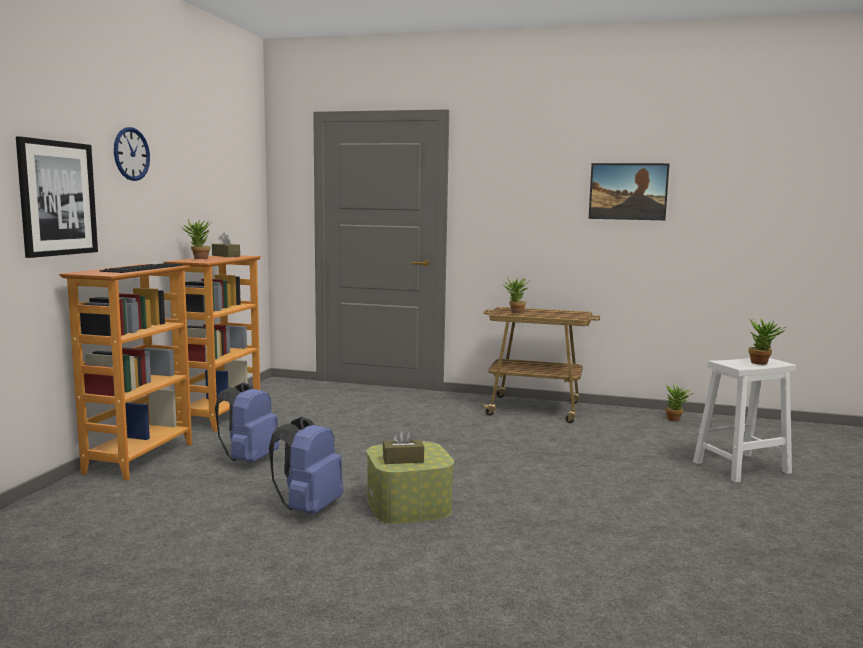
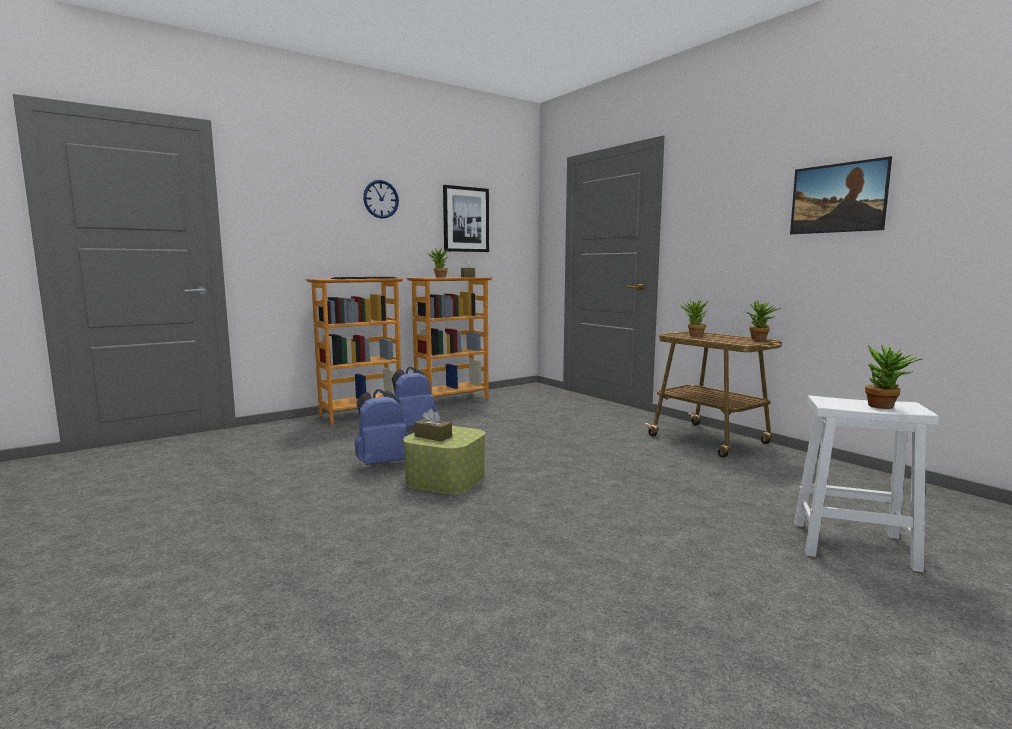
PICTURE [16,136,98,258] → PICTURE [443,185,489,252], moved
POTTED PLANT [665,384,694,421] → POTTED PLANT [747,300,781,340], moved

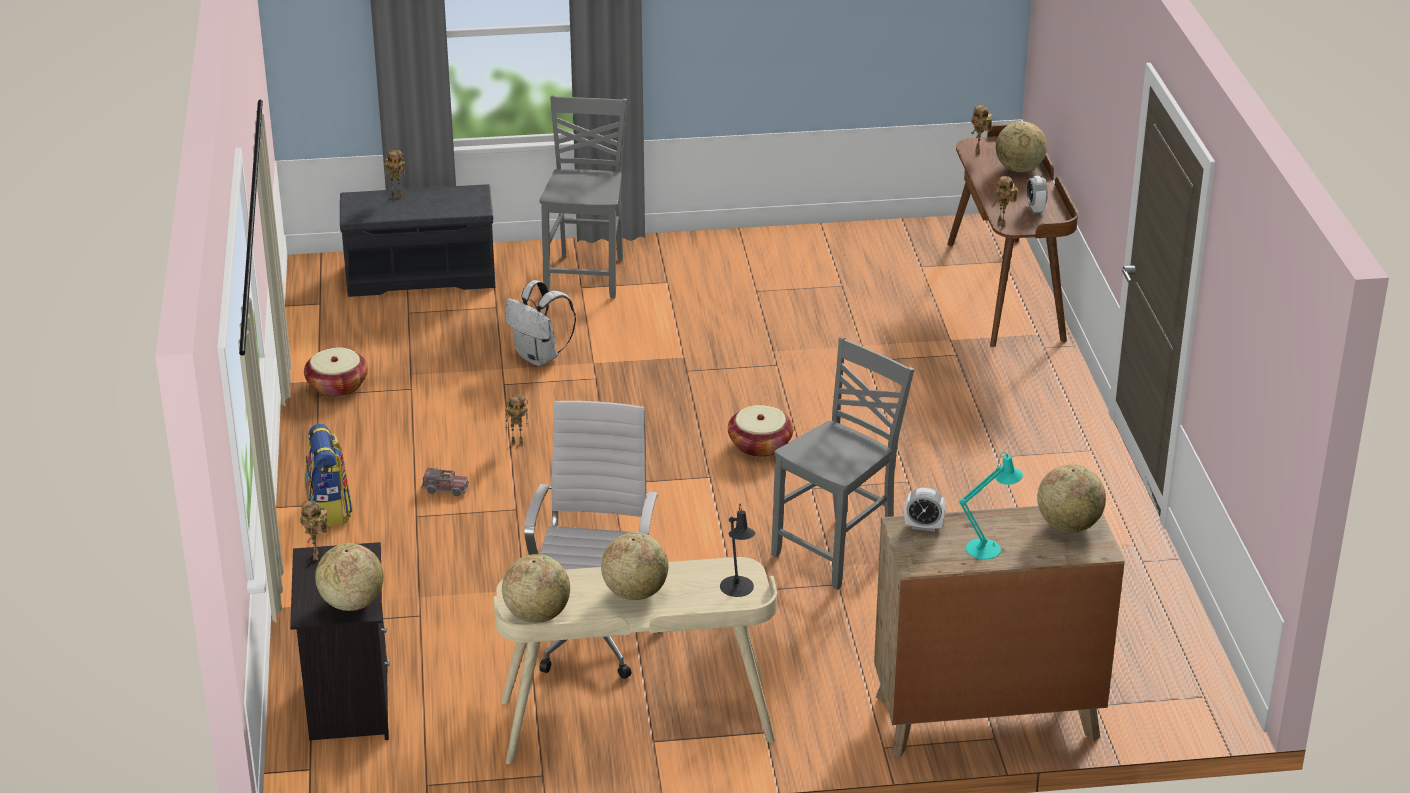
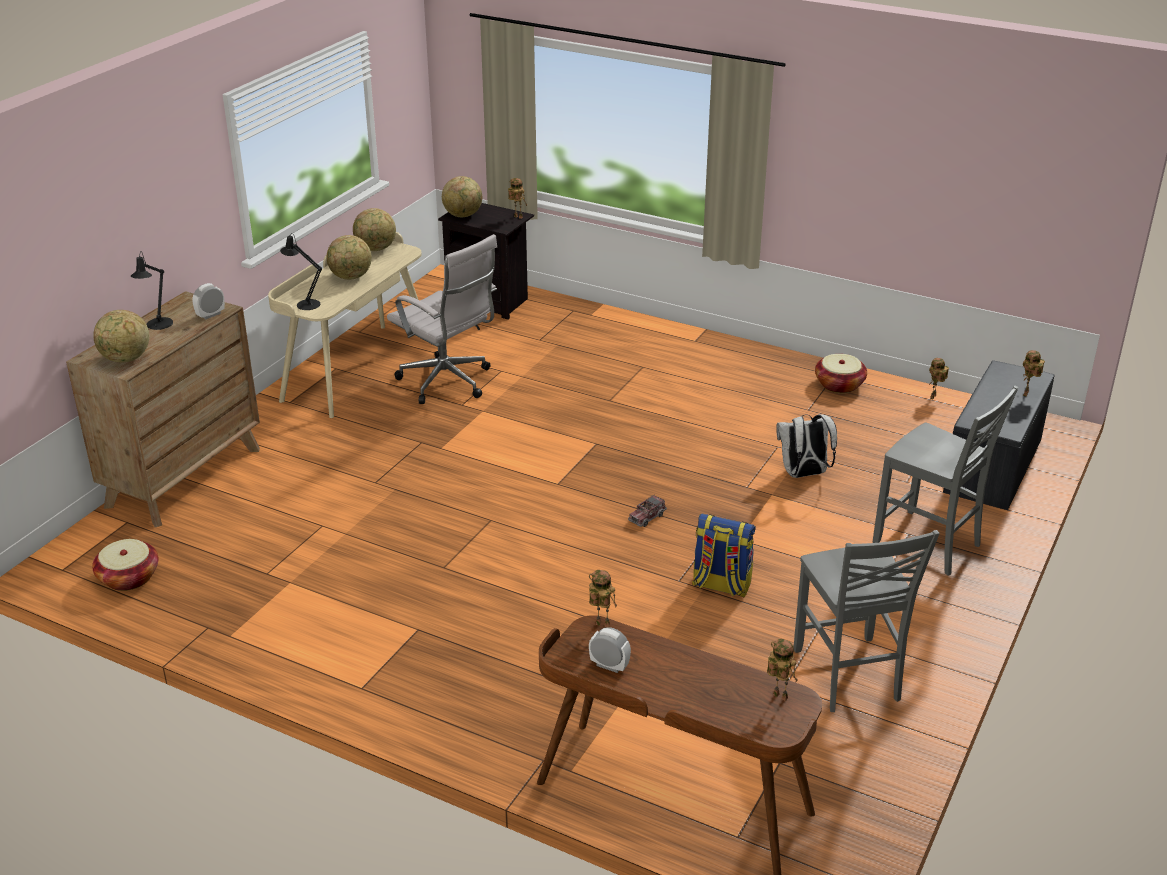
HOUSEHOLD BASKET [728,405,794,457] → HOUSEHOLD BASKET [92,539,158,591], moved
TURQUOISE TABLETOP LAMP [959,452,1023,560] → BLACK-COLOURED TABLETOP LAMP [131,251,173,330]
TOY TRUCK [421,468,469,496] → TOY TRUCK [628,495,667,527], moved
BACKPACK [304,424,353,527] → BACKPACK [692,514,756,598], moved
GRAY PLAIN CHAIR [771,337,914,590] → GRAY PLAIN CHAIR [794,530,940,712], moved
TOY ROBOT [505,395,528,445] → TOY ROBOT [929,358,949,399], moved
GLOBE [996,121,1047,172] → -

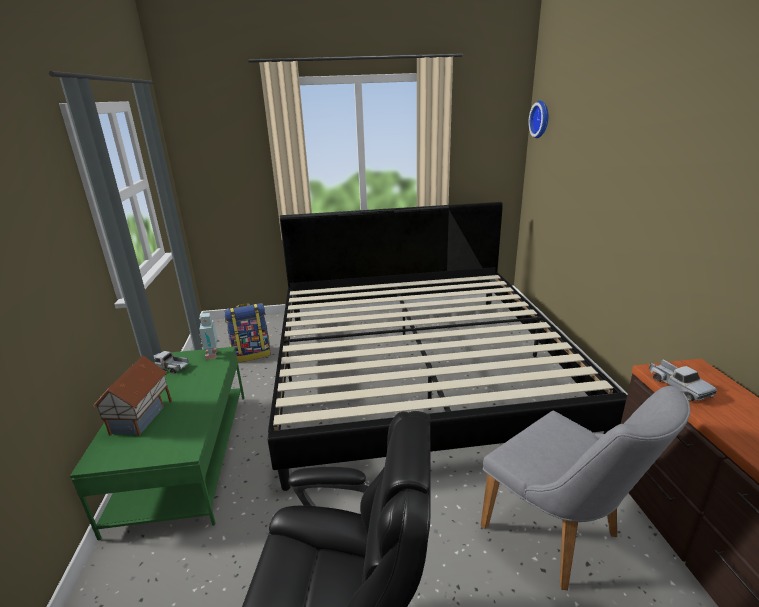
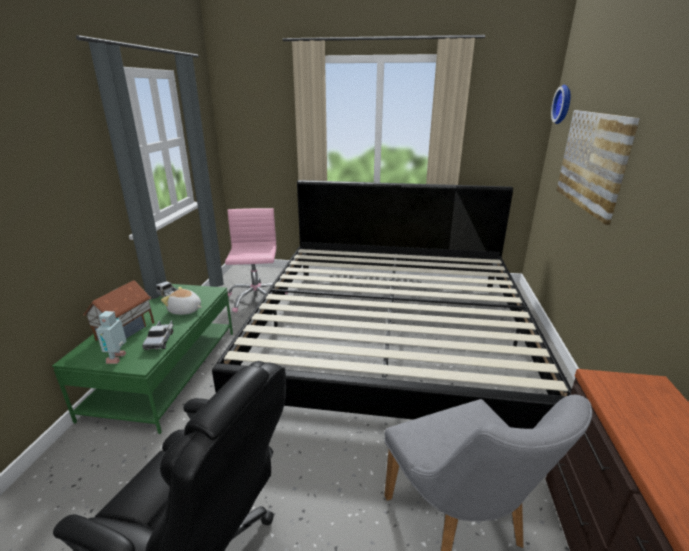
TOY ROBOT [199,313,219,360] → TOY ROBOT [96,311,126,364], moved
TOY TRUCK [649,359,717,401] → TOY TRUCK [142,320,174,350], moved
- → SOFT TOY [161,287,202,315]
BACKPACK [224,303,271,363] → PINK-COLOURED DESK CHAIR [225,208,288,313]
- → PICTURE [557,110,640,225]

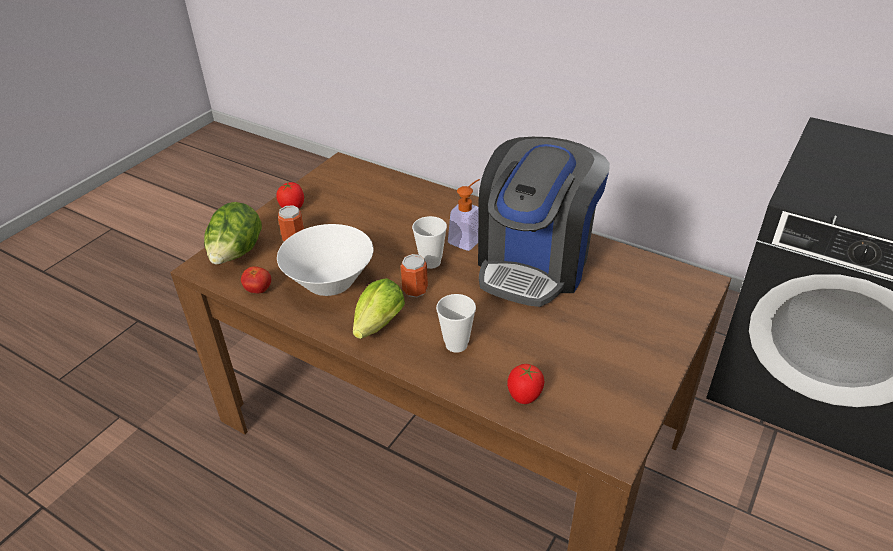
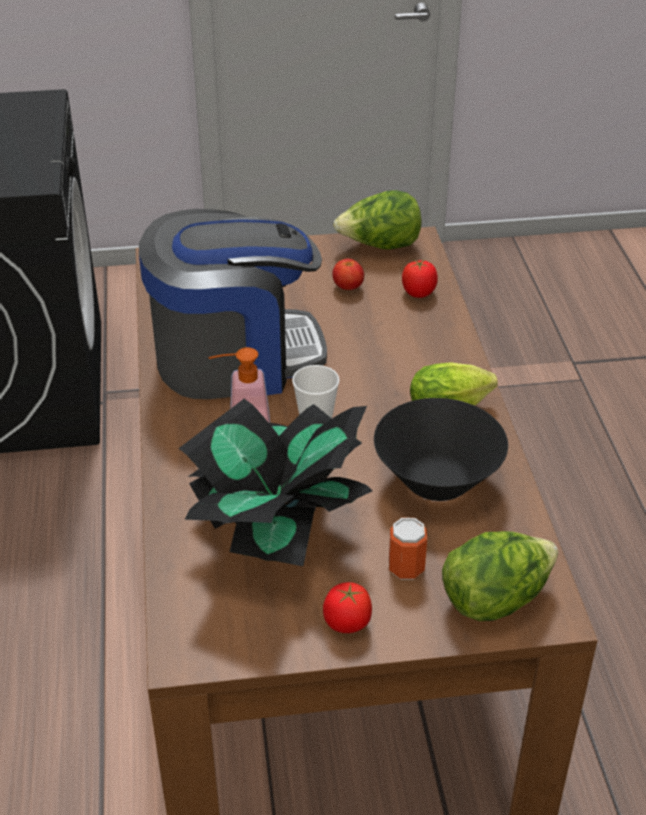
- → POTTED PLANT [179,399,373,566]
- → HEAD OF LETTUCE [333,190,421,249]
FRESH TOMATO [241,266,271,294] → FRESH TOMATO [333,259,364,290], moved
WHITISH DEEP DISH [277,224,373,296] → BLACK-COLOURED DEEP DISH [374,398,508,501]
METAL CAN [401,254,428,297] → -
DRINKING CUP [436,294,476,353] → -

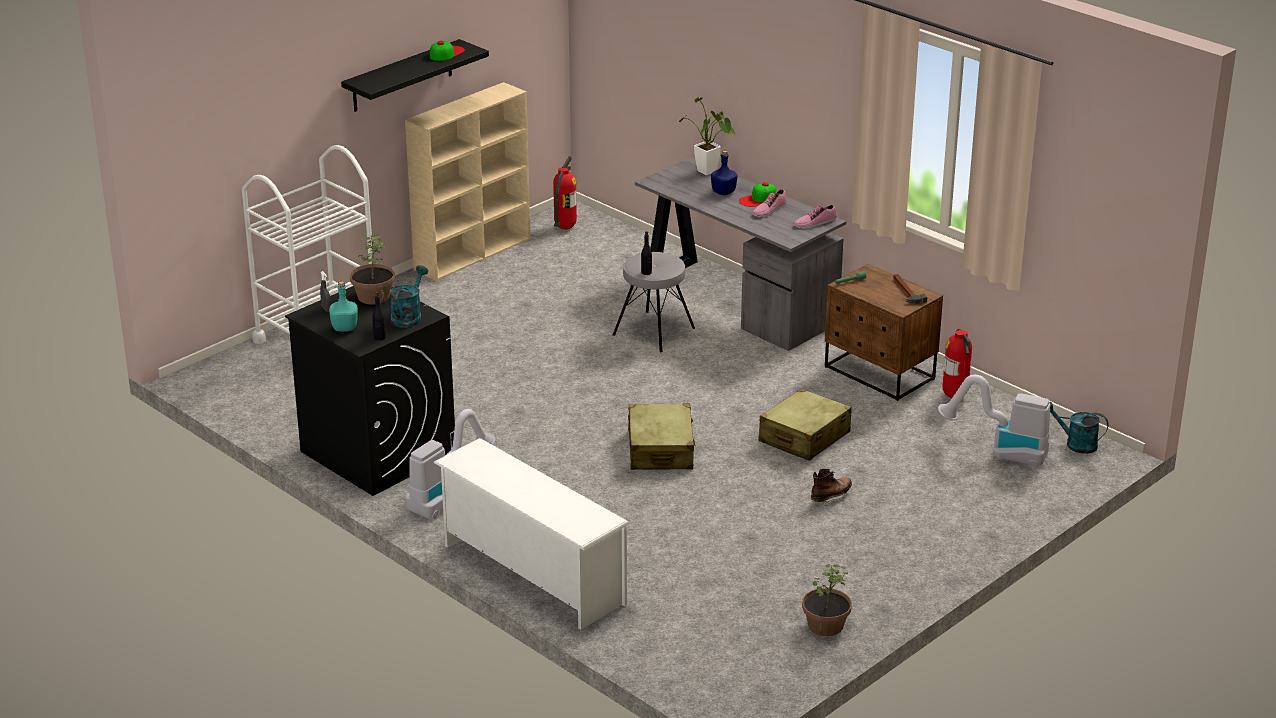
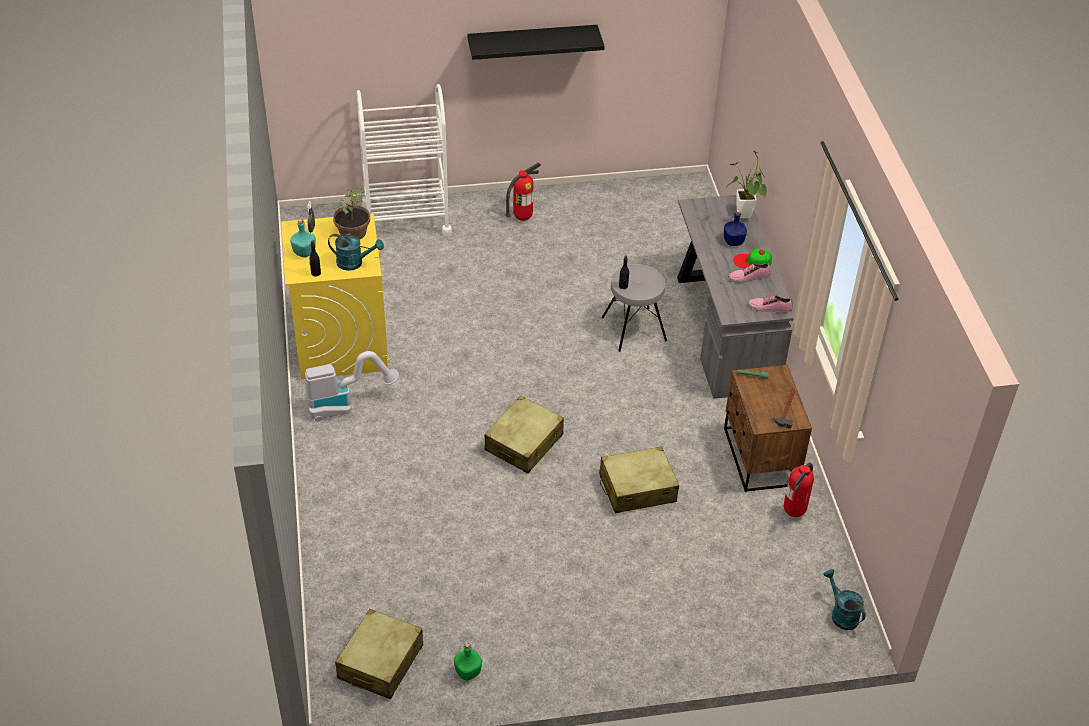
BLACK-COLOURED LAUNDRY MACHINE [285,286,455,496] → YELLOW-COLOURED LAUNDRY MACHINE [281,214,389,379]
TURQUOISE SPRINKLING CAN [390,265,428,328] → TURQUOISE SPRINKLING CAN [328,234,384,271], 45 degrees clockwise
- → BEIGE PIECE OF LUGGAGE [335,609,423,699]
POTTED PLANT [802,564,852,636] → GREEN-COLOURED BOTTLE [454,643,482,681]
EXTINGUISHER [553,156,577,229] → EXTINGUISHER [505,162,541,221], moved
BEIGE BOOKSHELF [405,82,531,281] → -
PEAKED CAP [430,41,465,61] → -
WHITISH SHOE SHELF [433,438,630,630] → -
BROWNISH BOOT [811,469,852,506] → -
HOOVER [938,375,1050,469] → -

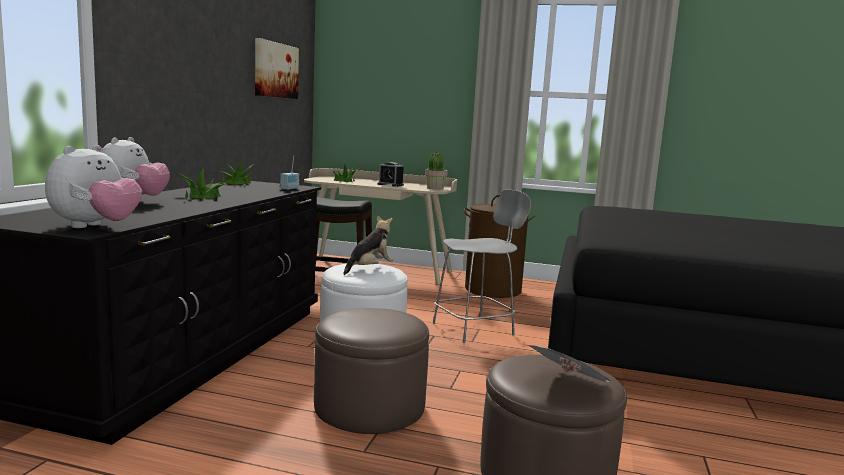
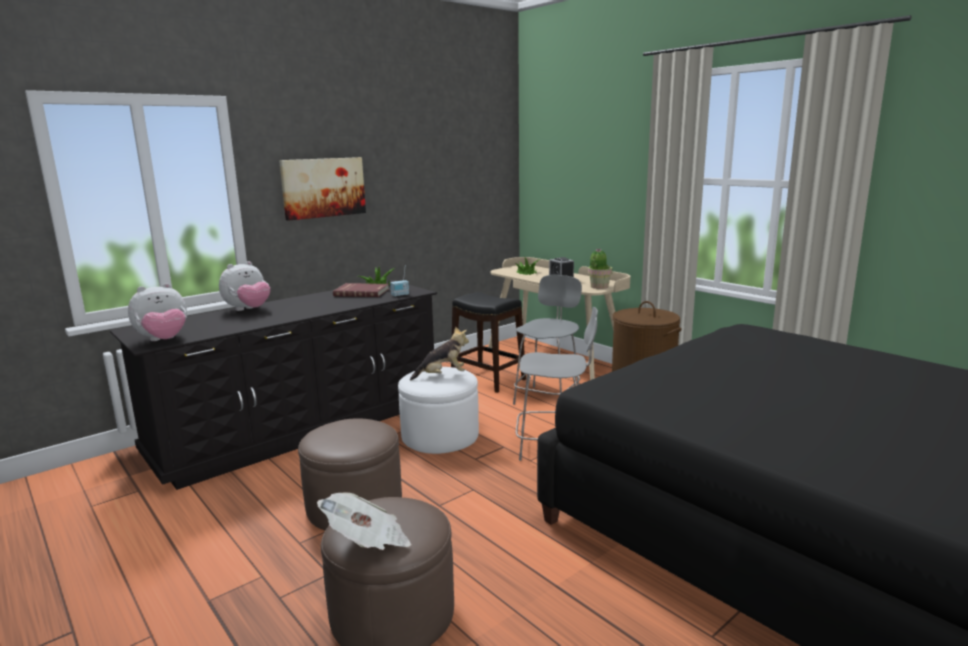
PICTURE [255,38,299,99] → PICTURE [279,157,366,221], moved
- → RED-COLOURED VOLUME [333,283,389,297]
- → GRAY PLAIN CHAIR [513,275,582,405]
POTTED PLANT [178,169,225,199] → -

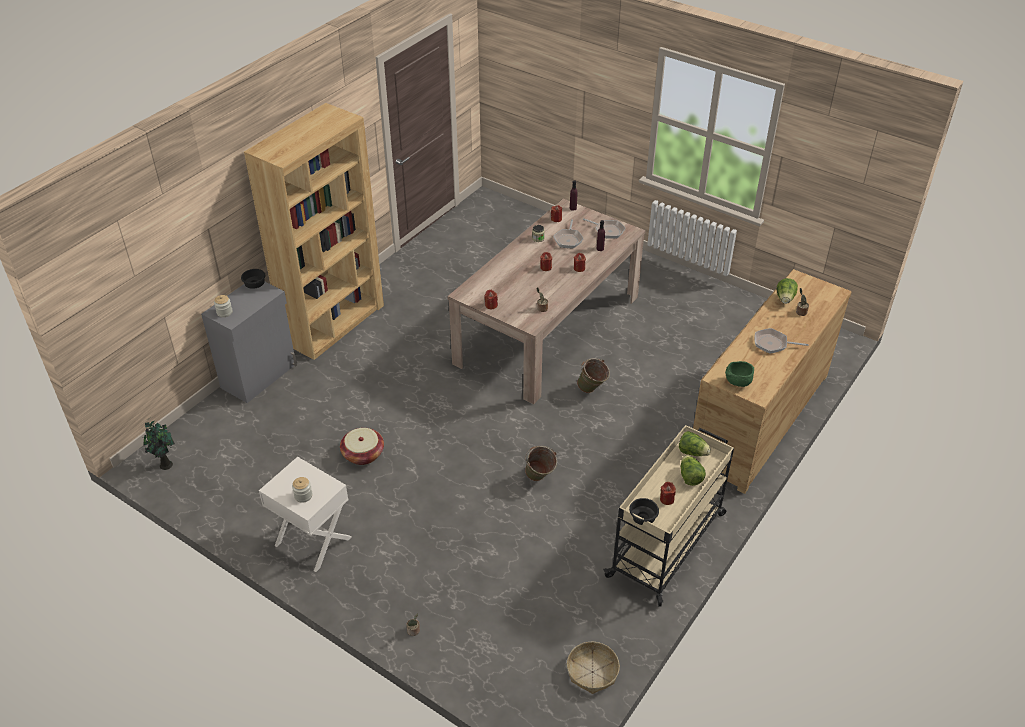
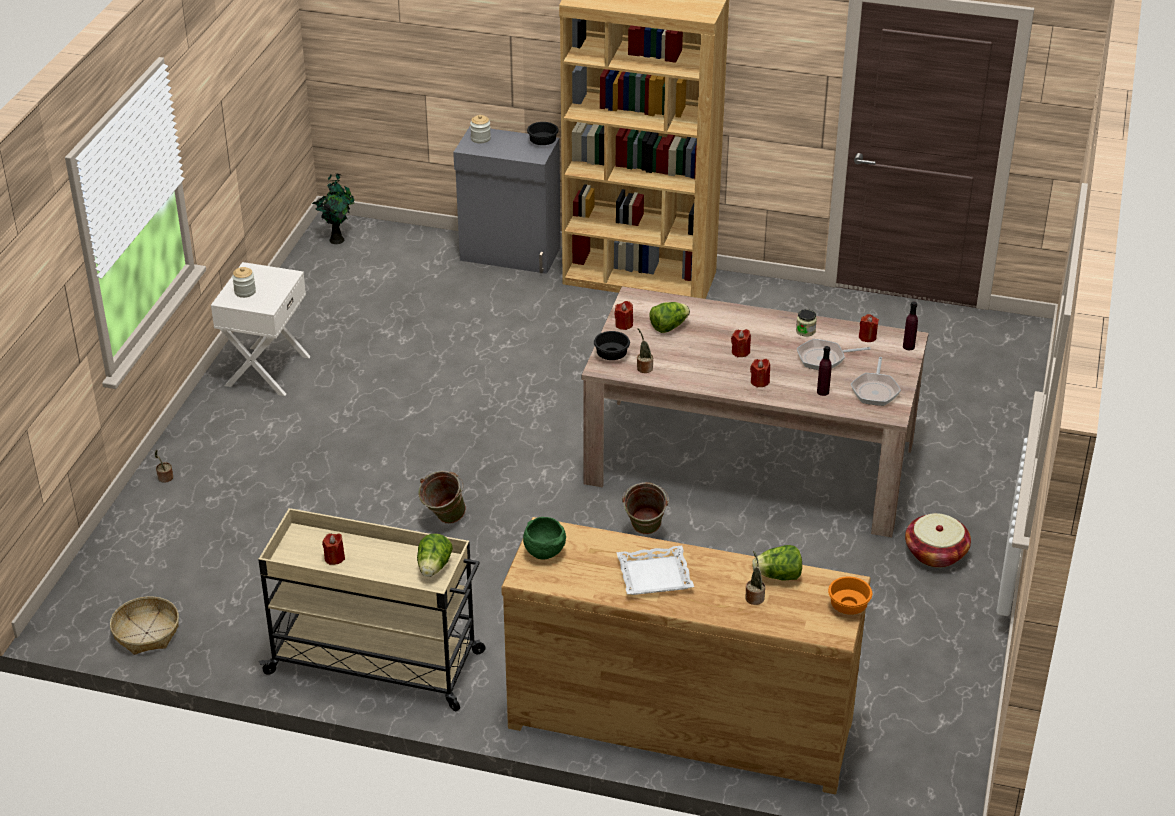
BLACK-COLOURED DEEP DISH [629,498,659,525] → BLACK-COLOURED DEEP DISH [594,331,630,360], moved
SKILLET [755,328,809,354] → WHITISH TRAY [616,546,694,595]
HEAD OF LETTUCE [681,455,706,486] → HEAD OF LETTUCE [649,302,690,333], moved
- → ORANGE-COLOURED DEEP DISH [828,576,872,615]
HOUSEHOLD BASKET [340,428,384,465] → HOUSEHOLD BASKET [905,513,971,568], moved

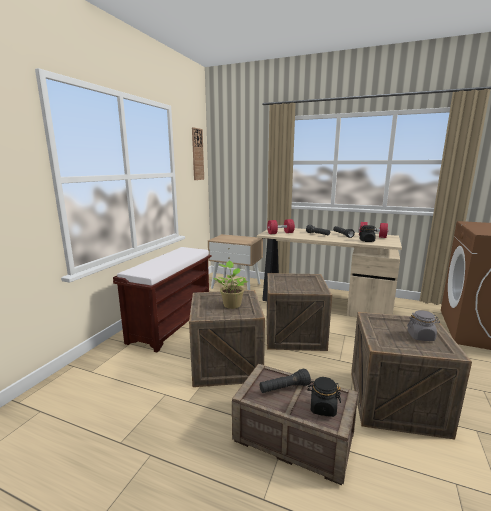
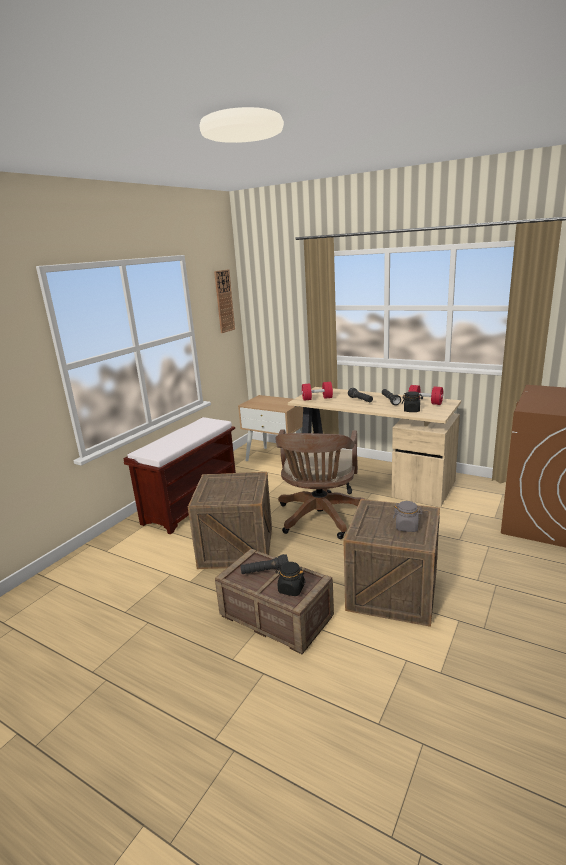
SHIPPING CRATE [267,273,332,351] → BROWNISH DESK CHAIR [276,429,365,539]
POTTED PLANT [213,261,248,309] → -

